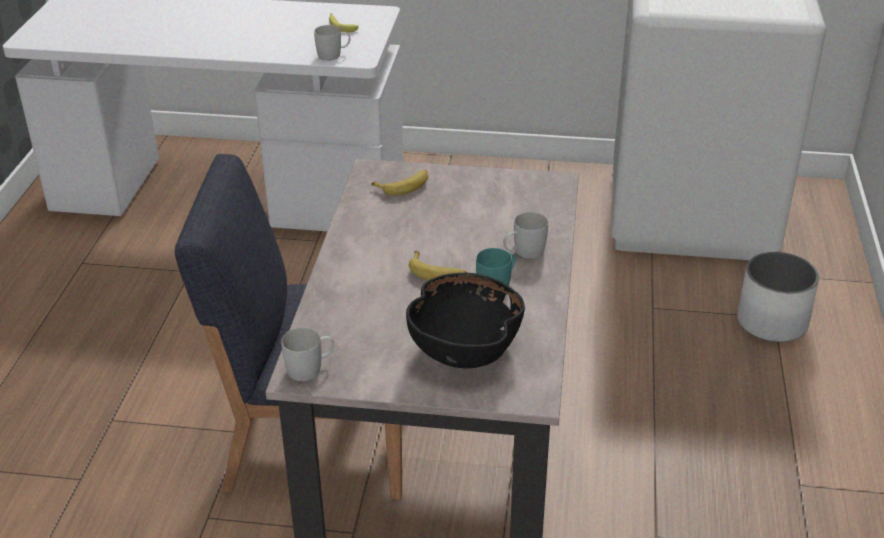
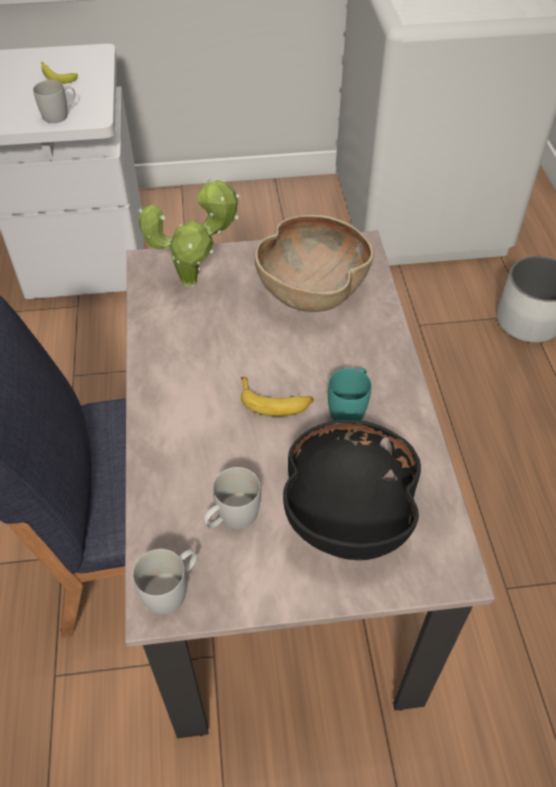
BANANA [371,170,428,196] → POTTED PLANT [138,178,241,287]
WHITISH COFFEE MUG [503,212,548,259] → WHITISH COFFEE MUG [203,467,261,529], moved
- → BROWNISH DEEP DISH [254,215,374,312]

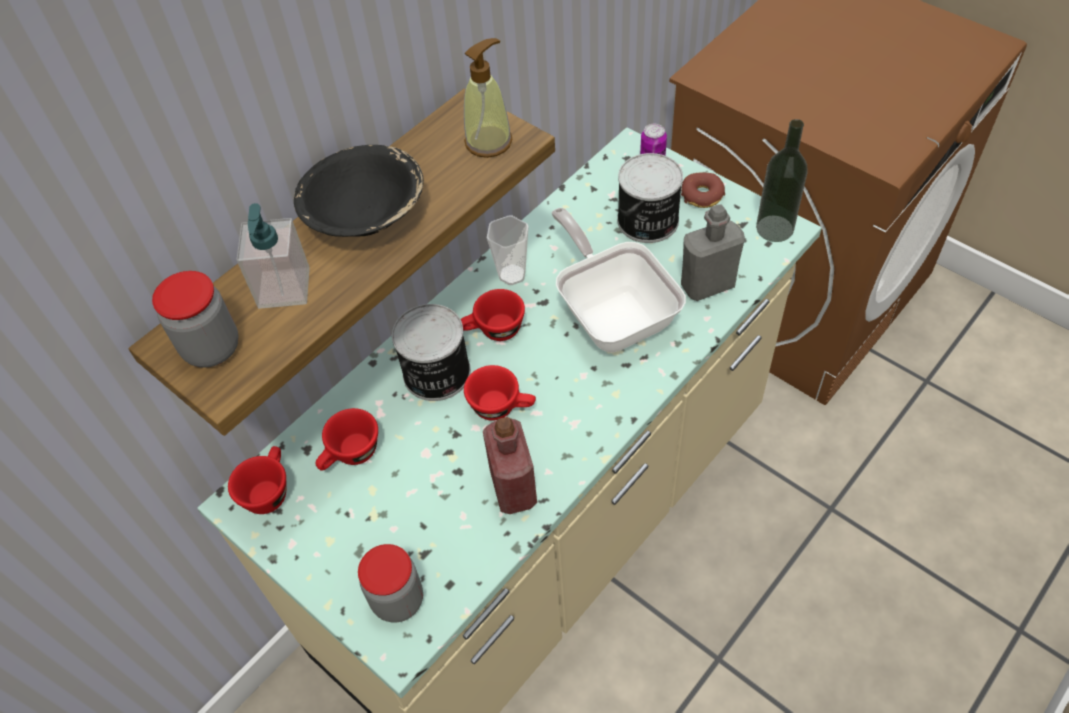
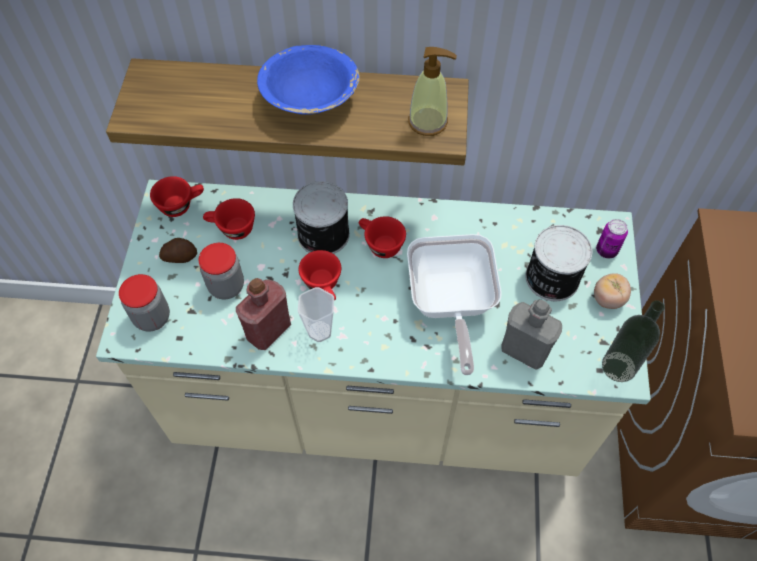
- → SPUD [159,238,197,263]
PRESERVE JAR [152,271,239,368] → PRESERVE JAR [199,243,244,300], moved
BLACK-COLOURED DEEP DISH [294,145,424,237] → BLUE-COLOURED DEEP DISH [257,45,360,115]
DRINKING CUP [487,215,529,285] → DRINKING CUP [298,287,334,342], moved
SKILLET [551,208,686,352] → SKILLET [407,234,501,375], 150 degrees clockwise
DOUGHNUT [681,172,725,208] → FRESH TOMATO [594,273,631,309]
SOAP BOTTLE [237,203,310,309] → -

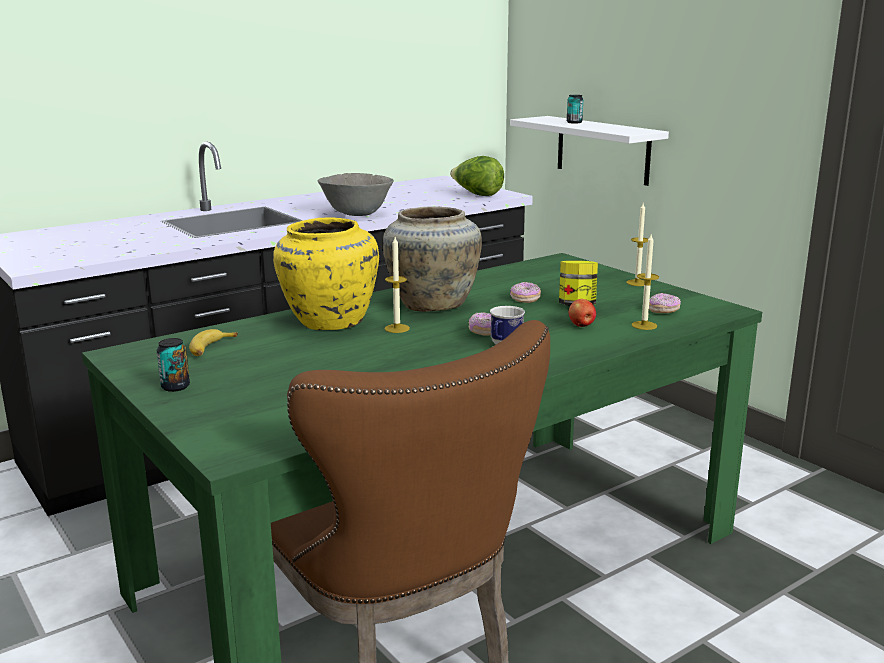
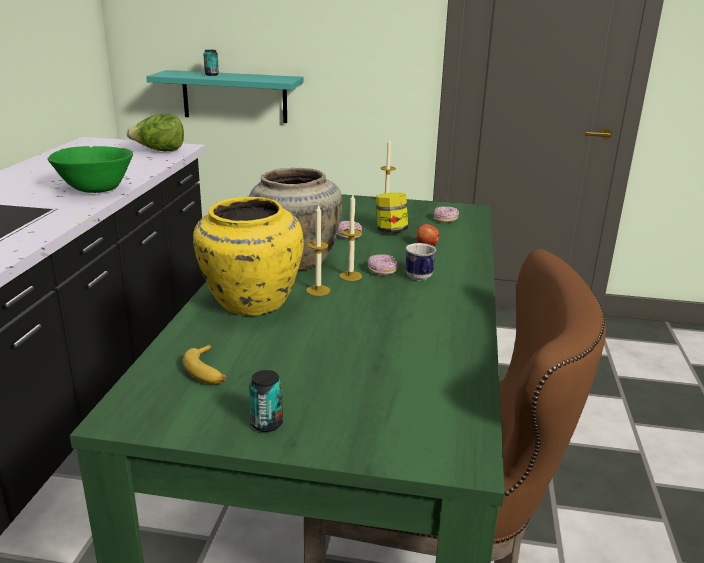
GRAY DEEP DISH [318,173,394,216] → GREEN-COLOURED DEEP DISH [47,146,133,193]
WHITISH SHELF [510,116,669,186] → TURQUOISE SHELF [146,70,304,123]
WAX CANDLE [632,235,659,330] → WAX CANDLE [339,194,362,281], moved

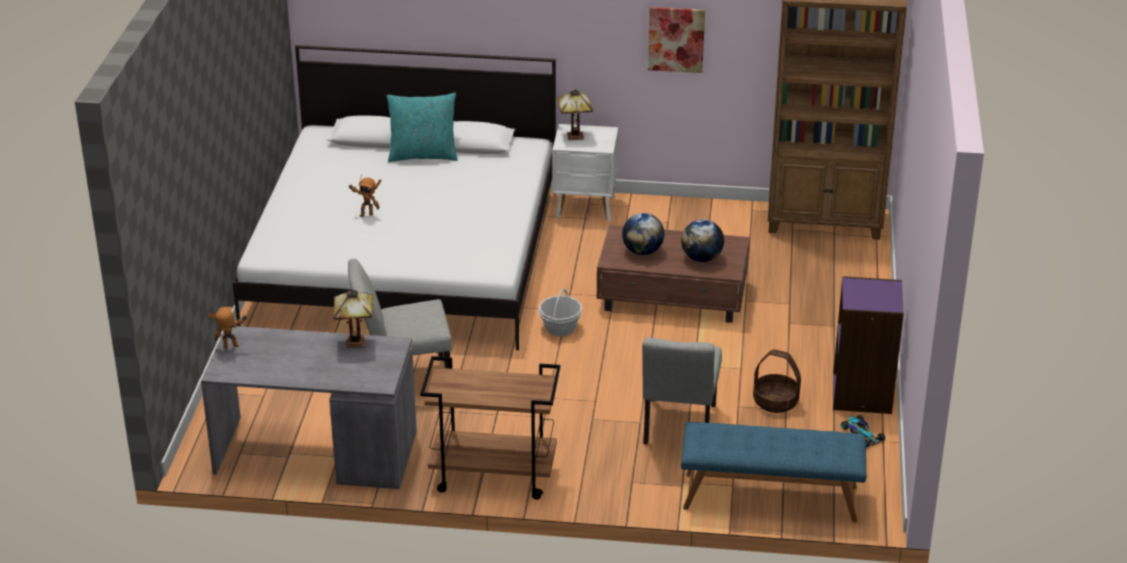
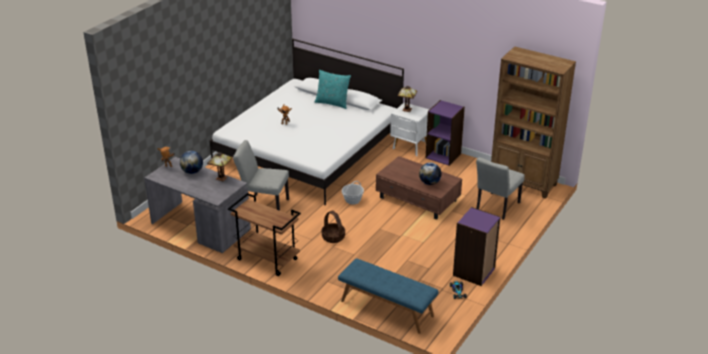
GLOBE [622,213,664,255] → GLOBE [180,151,203,174], moved
HOUSEHOLD BASKET [753,349,801,413] → HOUSEHOLD BASKET [322,210,345,243], moved
- → PURPLISH BOOKSHELF [426,100,465,166]
GRAY PLAIN CHAIR [642,338,722,444] → GRAY PLAIN CHAIR [476,157,525,220], moved
PICTURE [648,7,705,73] → -

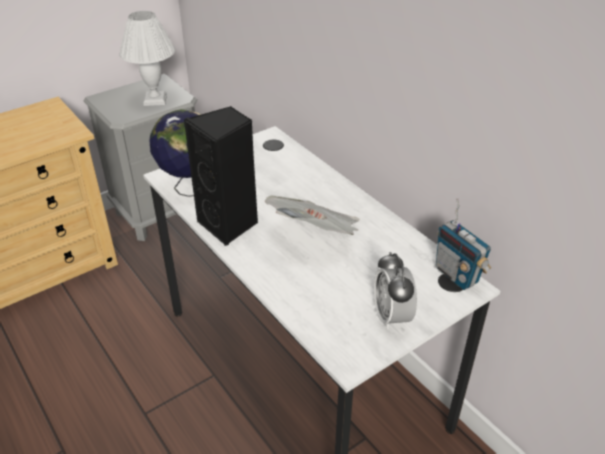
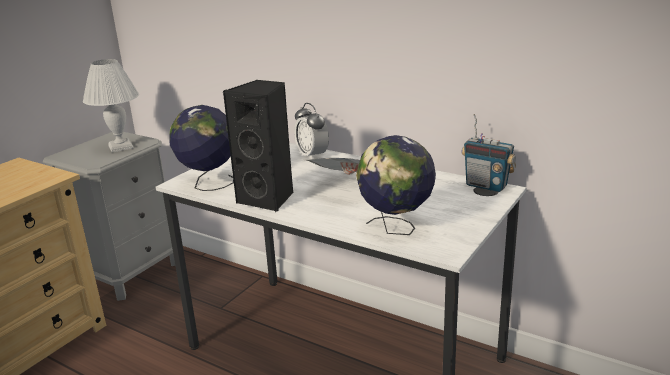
ALARM CLOCK [374,252,417,330] → ALARM CLOCK [294,103,329,159], moved
- → GLOBE [356,135,436,235]

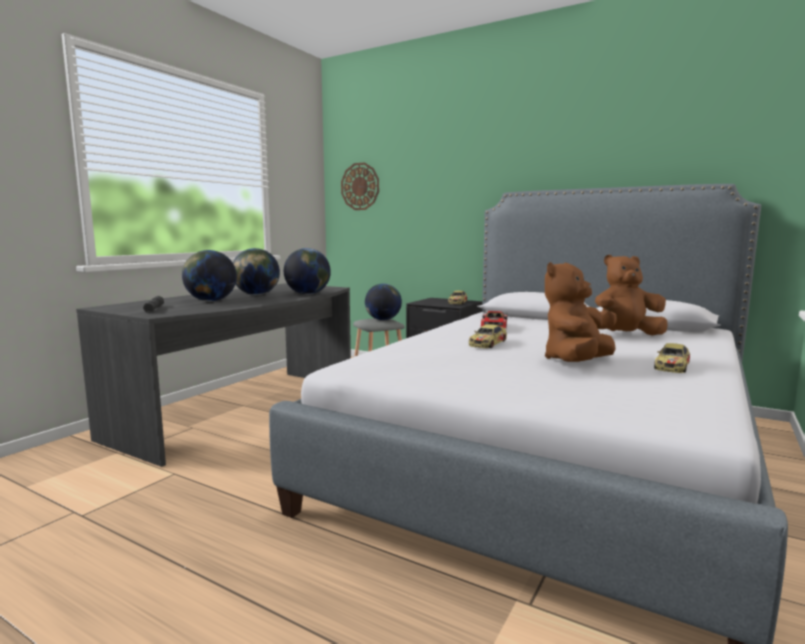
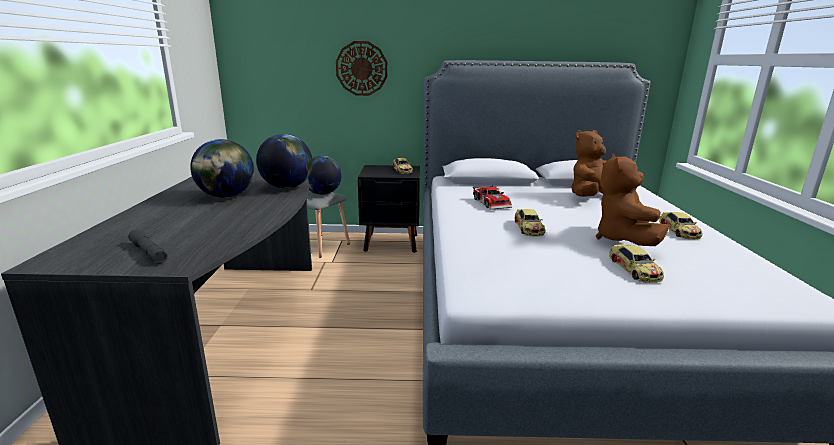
HANGING CLOCK [341,163,379,210] → HANGING CLOCK [336,41,388,96], moved
- → MINIATURE CAR [609,244,664,283]
GLOBE [182,250,237,301] → -

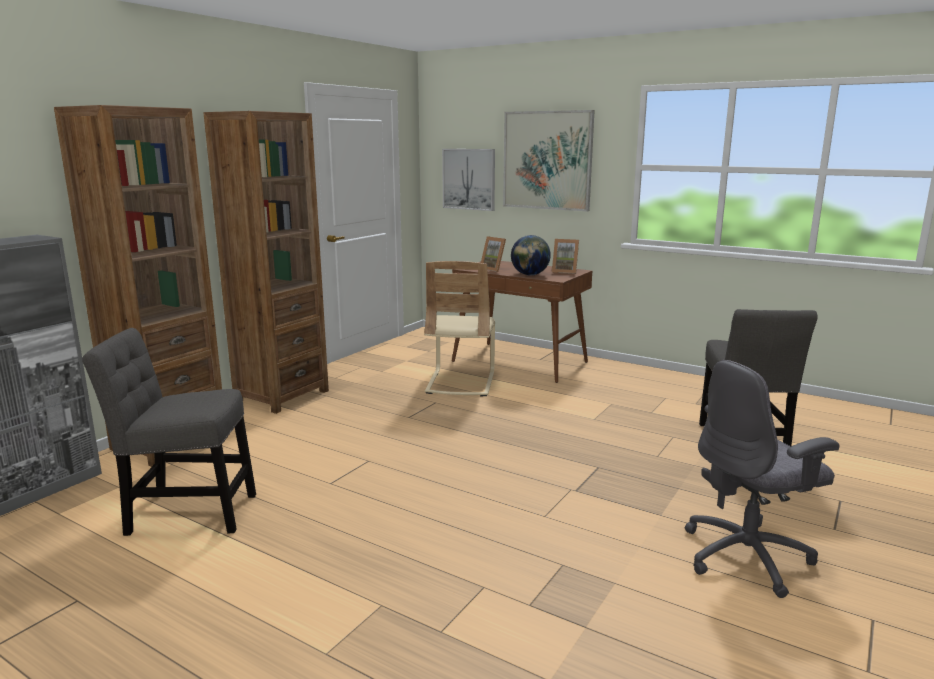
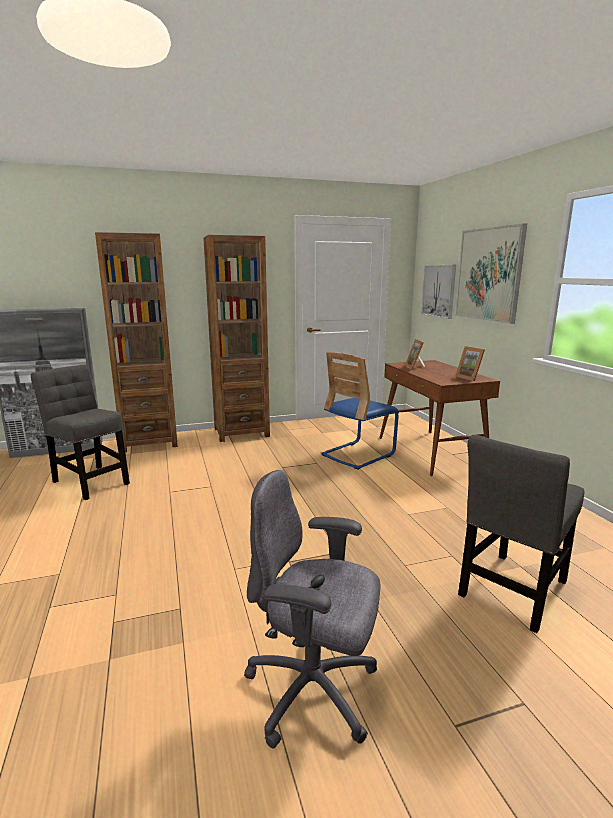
BEIGE PLAIN CHAIR [425,261,495,396] → BLUE-COLOURED PLAIN CHAIR [321,352,399,470]
GLOBE [511,235,551,276] → -

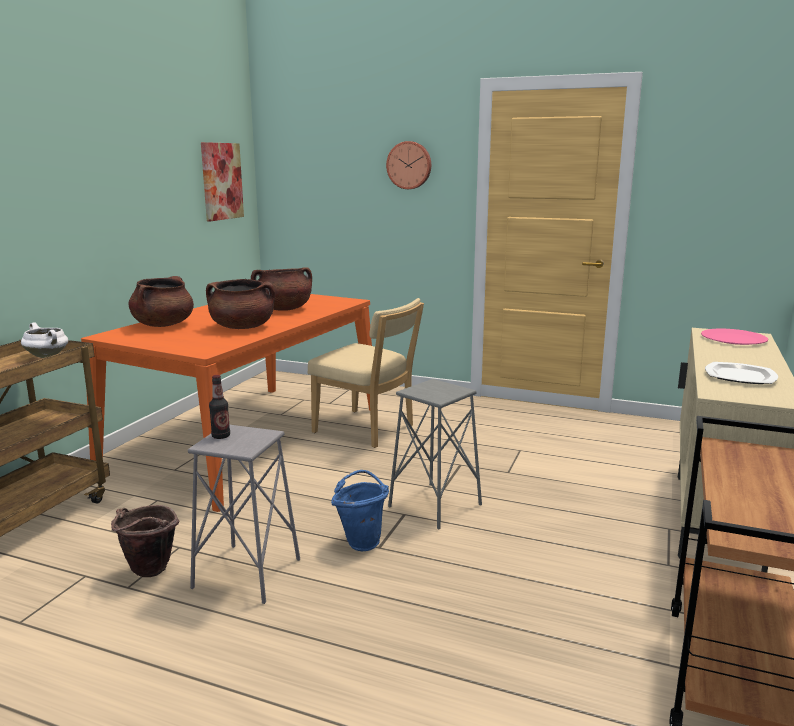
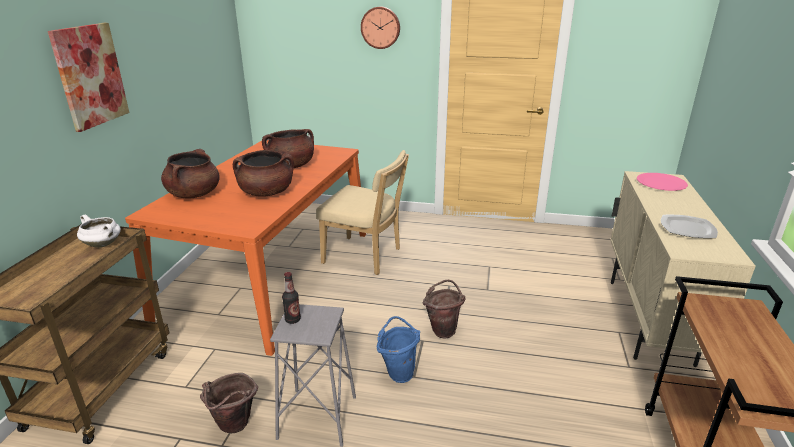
PICTURE [201,142,244,221] → PICTURE [48,23,129,132], moved
GRAY SITTING STOOL [388,379,482,530] → BROWNISH BUCKET [422,280,466,338]

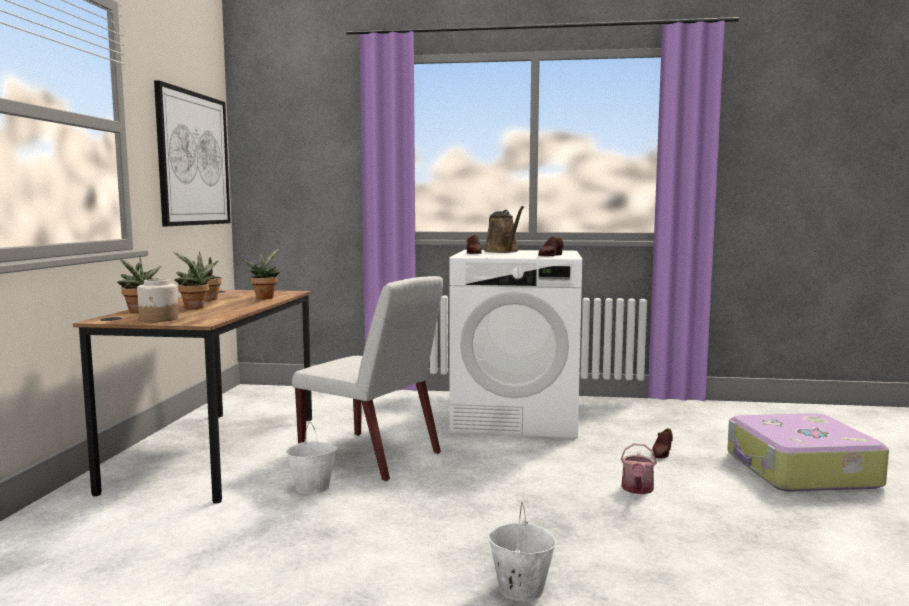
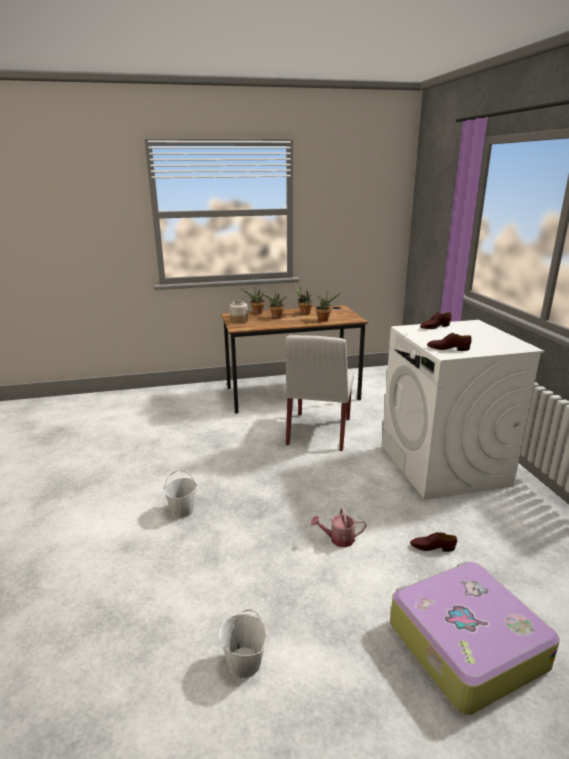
WHITISH BUCKET [286,422,337,494] → WHITISH BUCKET [219,610,267,679], moved
PICTURE [154,80,231,226] → -
BROWNISH SPRINKLING CAN [484,206,524,253] → -

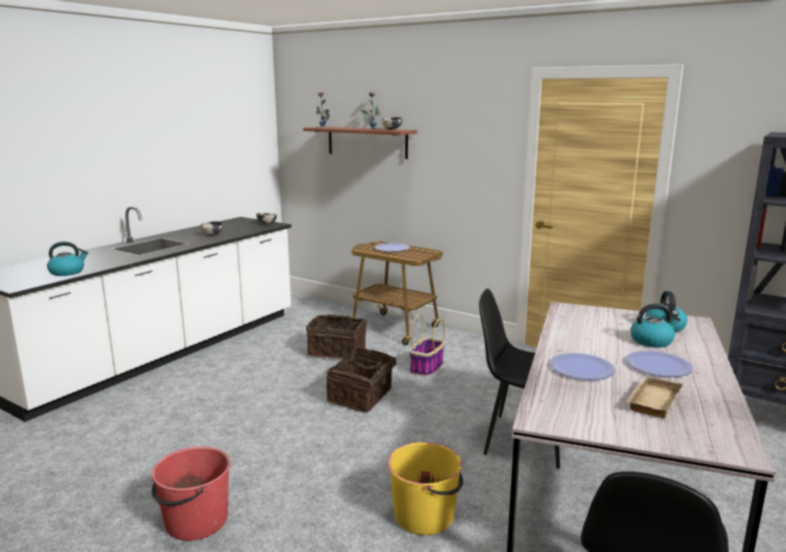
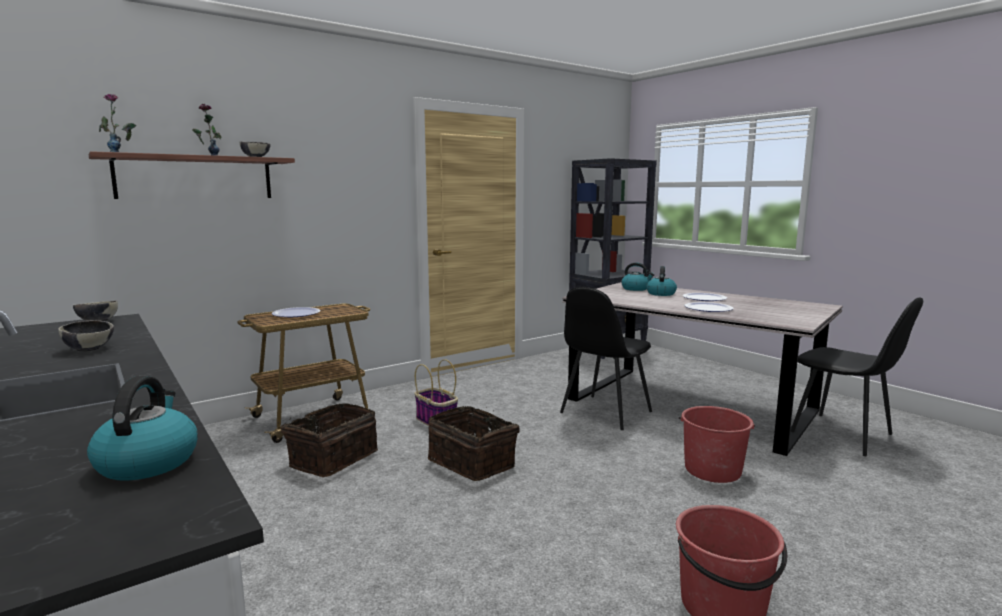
YELLOW-COLOURED BUCKET [388,442,463,535] → RED-COLOURED BUCKET [679,406,755,483]
BEIGE TRAY [626,376,683,418] → -

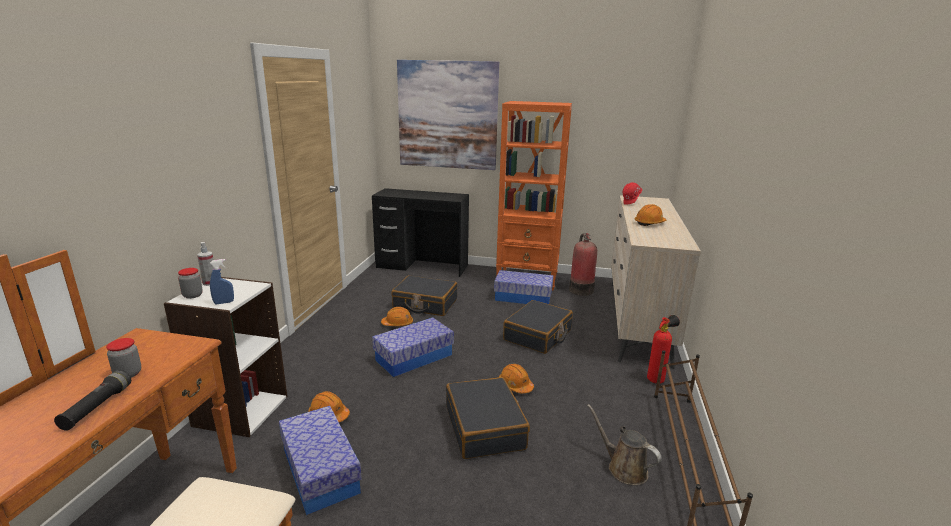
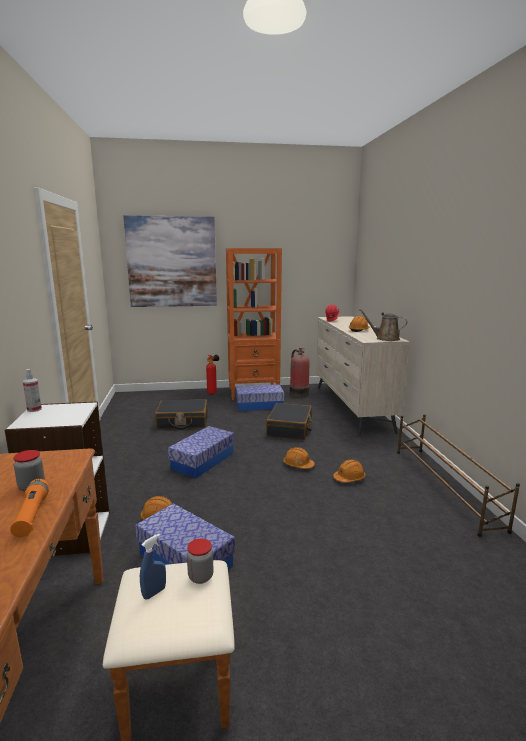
BLACK-COLOURED TORCH [54,370,131,431] → ORANGE-COLOURED TORCH [10,479,49,538]
BLUE-COLOURED HAND SPRAYER [210,259,234,304] → BLUE-COLOURED HAND SPRAYER [140,534,166,599], moved
PRESERVE JAR [178,268,203,299] → PRESERVE JAR [187,539,214,584], moved
EXTINGUISHER [647,315,680,384] → EXTINGUISHER [206,355,219,394], moved
ORANGE-COLOURED WORK HELMET [381,307,413,326] → ORANGE-COLOURED WORK HELMET [333,459,366,483], moved
BROWNISH SPRINKLING CAN [587,404,662,485] → BROWNISH SPRINKLING CAN [358,309,407,341], moved
BLACK-COLOURED DESK TABLE [372,188,469,277] → -
BLACK-COLOURED PIECE OF LUGGAGE [446,377,530,459] → -

